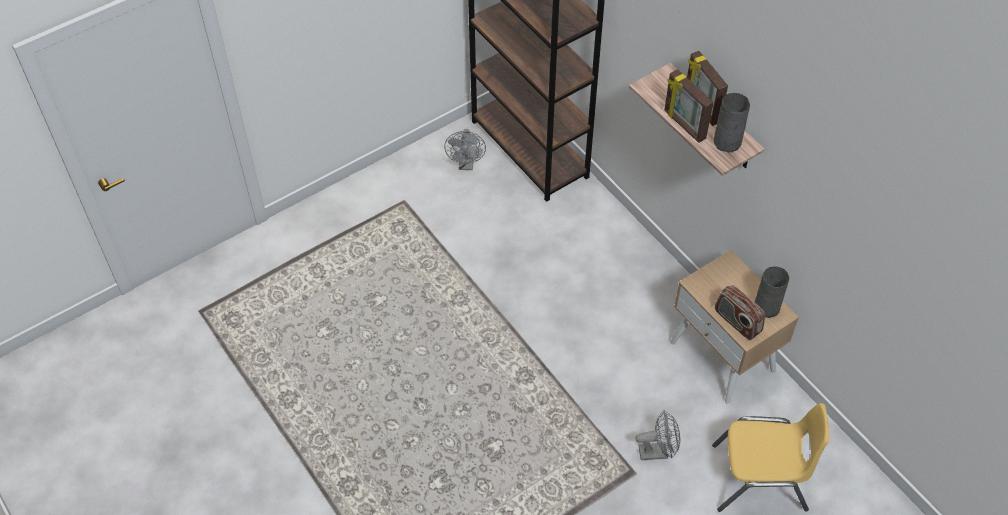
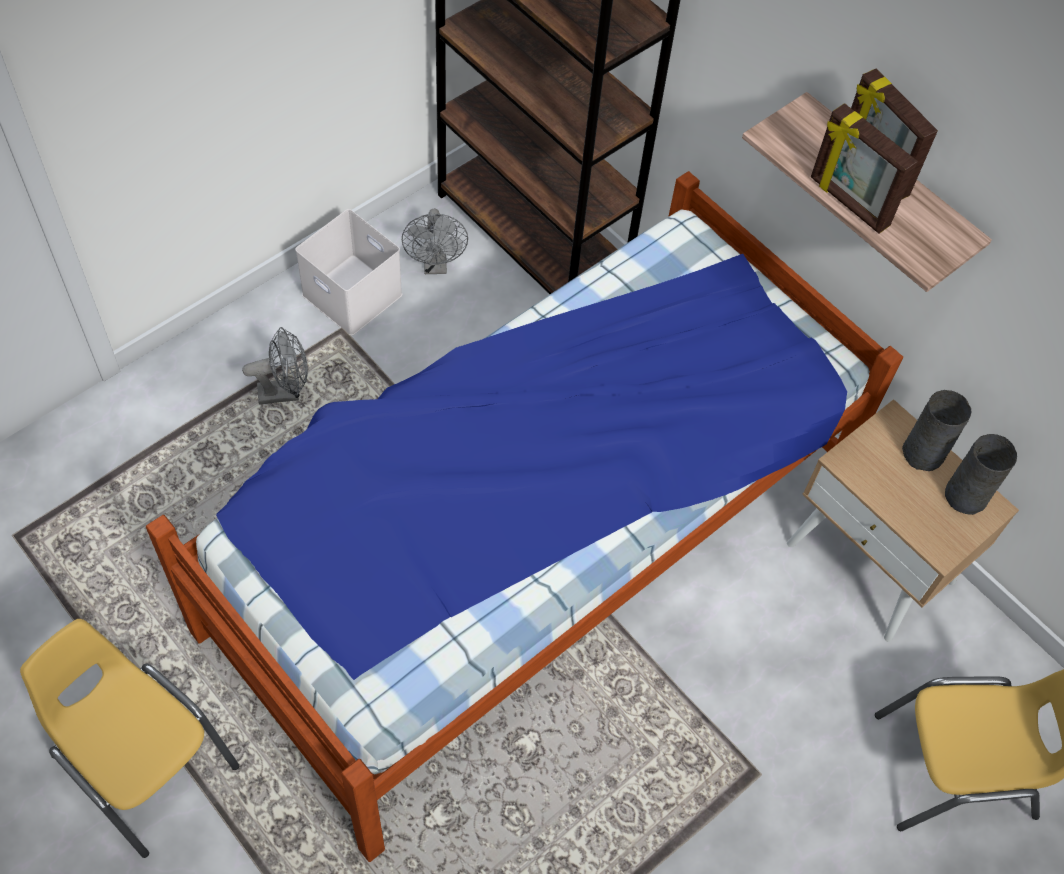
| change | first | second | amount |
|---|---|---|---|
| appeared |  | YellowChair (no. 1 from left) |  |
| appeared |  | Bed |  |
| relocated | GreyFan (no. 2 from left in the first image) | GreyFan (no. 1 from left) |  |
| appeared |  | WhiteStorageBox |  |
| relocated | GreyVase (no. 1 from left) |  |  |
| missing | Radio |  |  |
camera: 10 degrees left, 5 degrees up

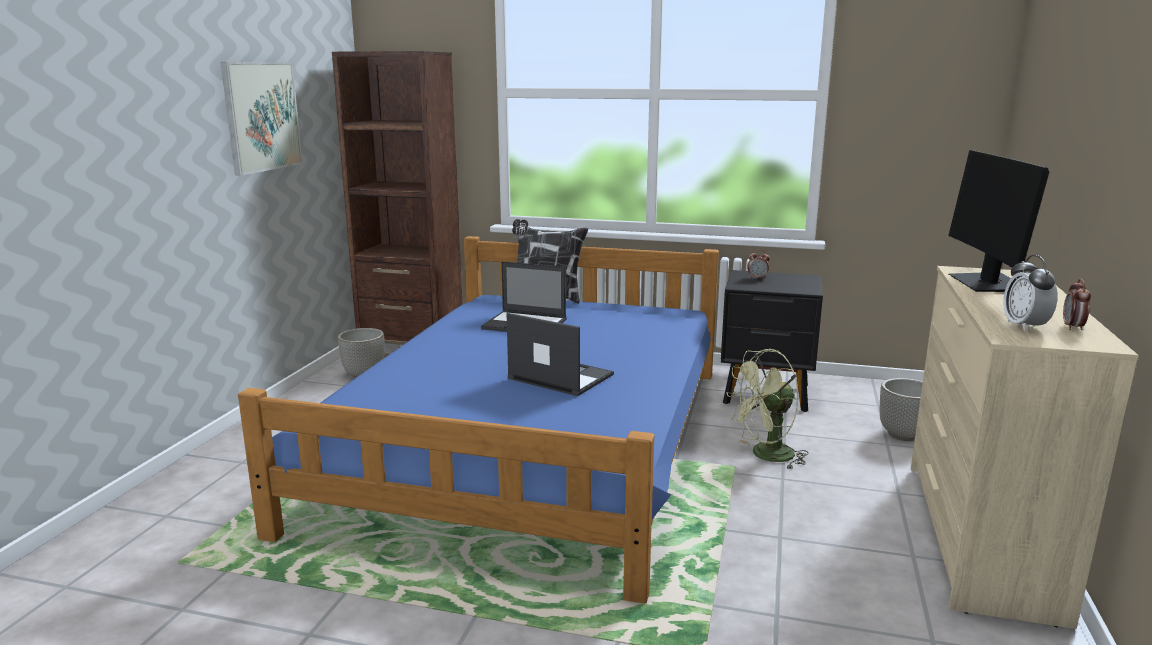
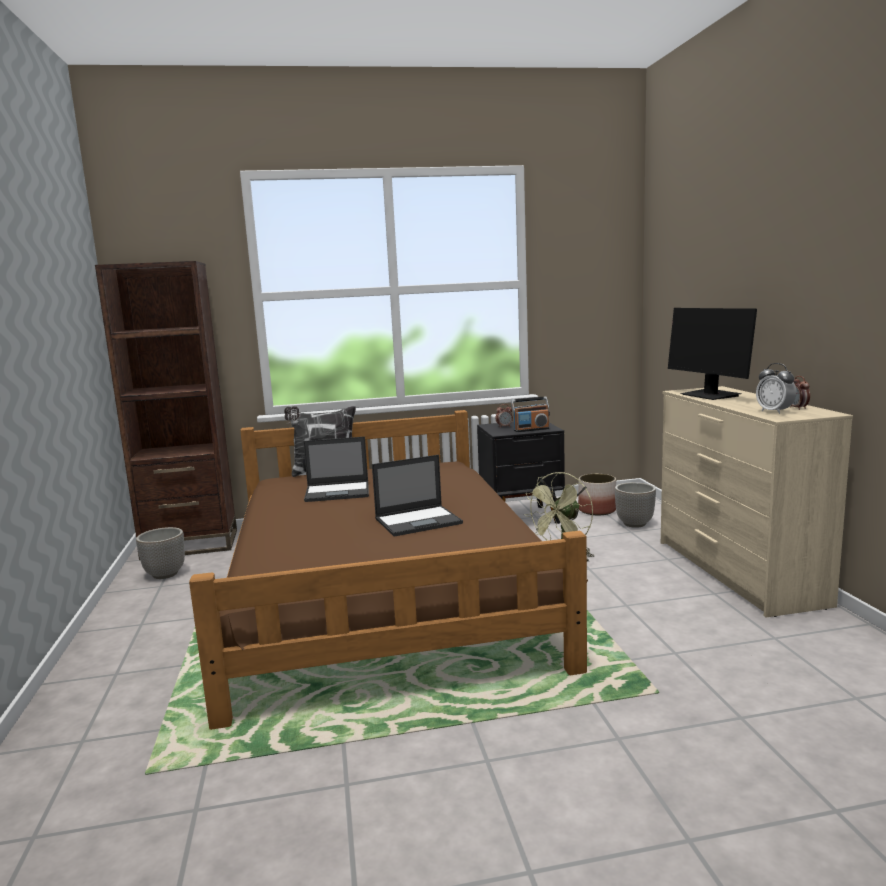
| change | first | second | amount |
|---|---|---|---|
| colour | BlueBed | BrownBed |  |
| spun | Laptop (no. 2 from left) |  | 150 degrees clockwise |
| appeared |  | Radio |  |
| appeared |  | Planter (no. 2 from left) |  |
| missing | Picture |  |  |
camera: 25 degrees left, 5 degrees down

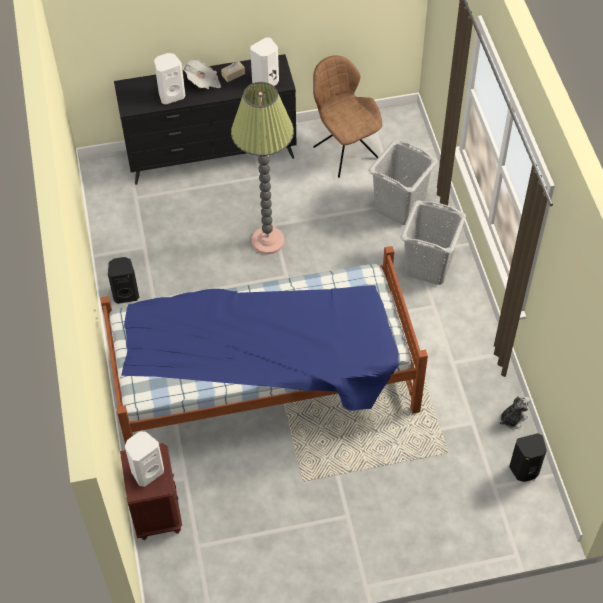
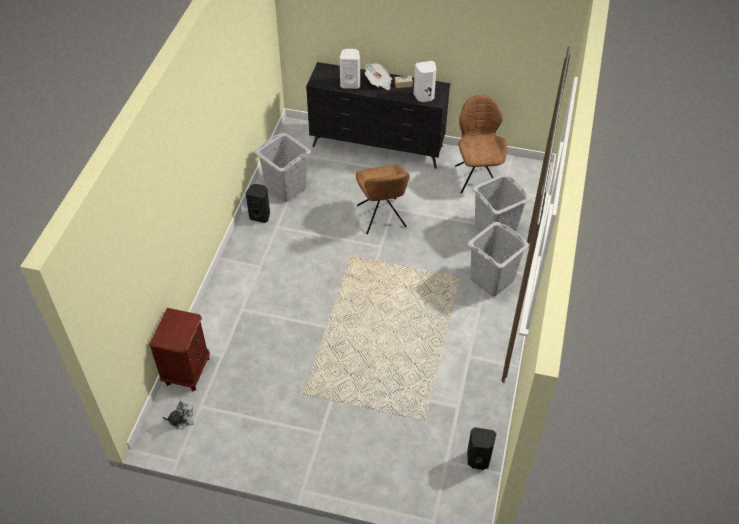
| change | first | second | amount |
|---|---|---|---|
| relocated | PlushToy |  |  |
| appeared |  | GreyLaundryBasket (no. 1 from left) |  |
| exchanged | FloorLamp | BrownChair (no. 1 from left) |  |
| missing | Bed |  |  |
| missing | WhiteSpeaker (no. 1 from left) |  |  |
camera: 25 degrees right, 5 degrees down

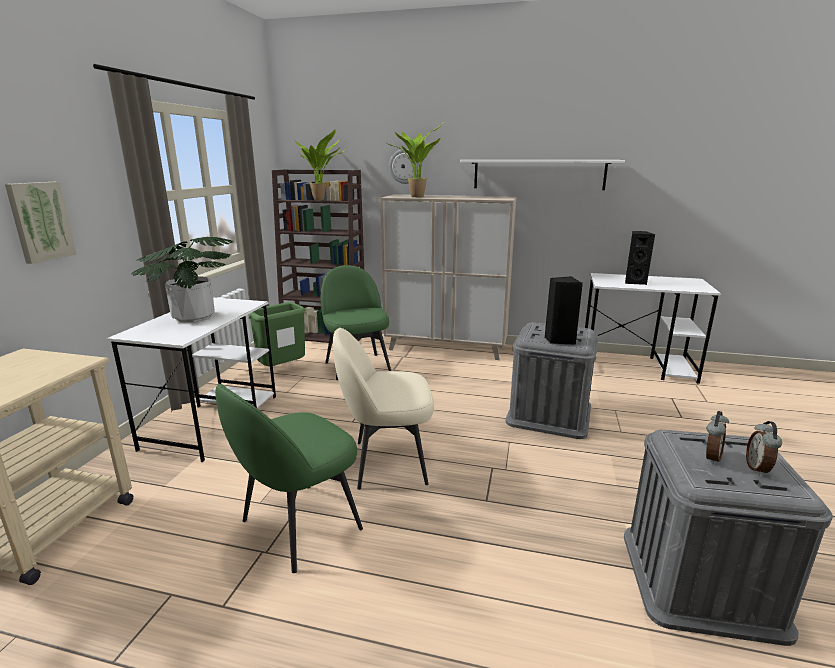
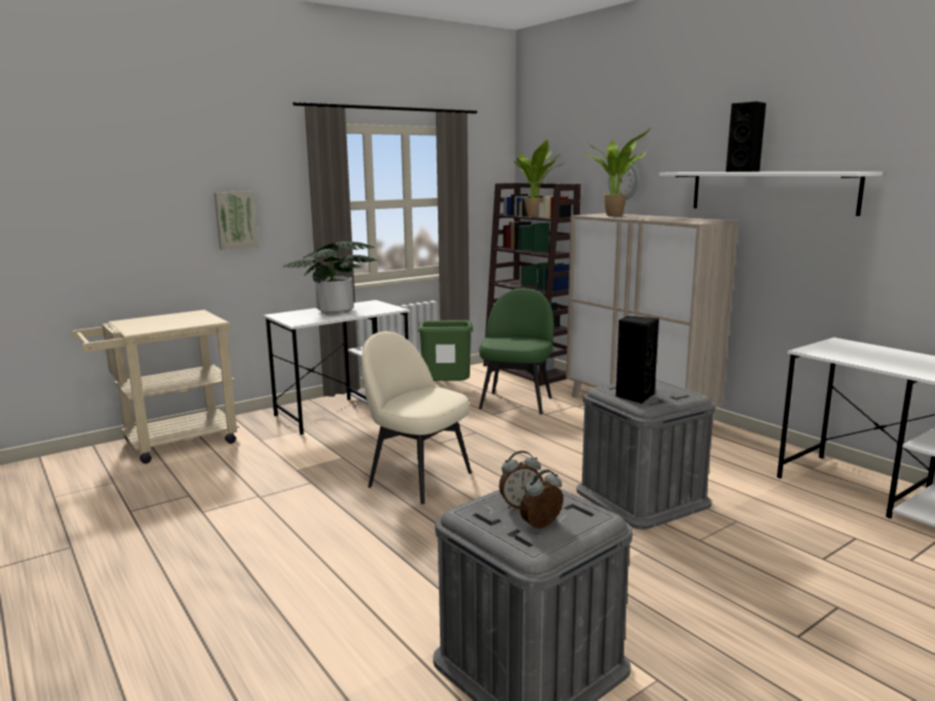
| change | first | second | amount |
|---|---|---|---|
| relocated | BlackSpeaker (no. 2 from left) |  |  |
| missing | GreenChair (no. 1 from left) |  |  |
camera: 40 degrees right, 5 degrees down

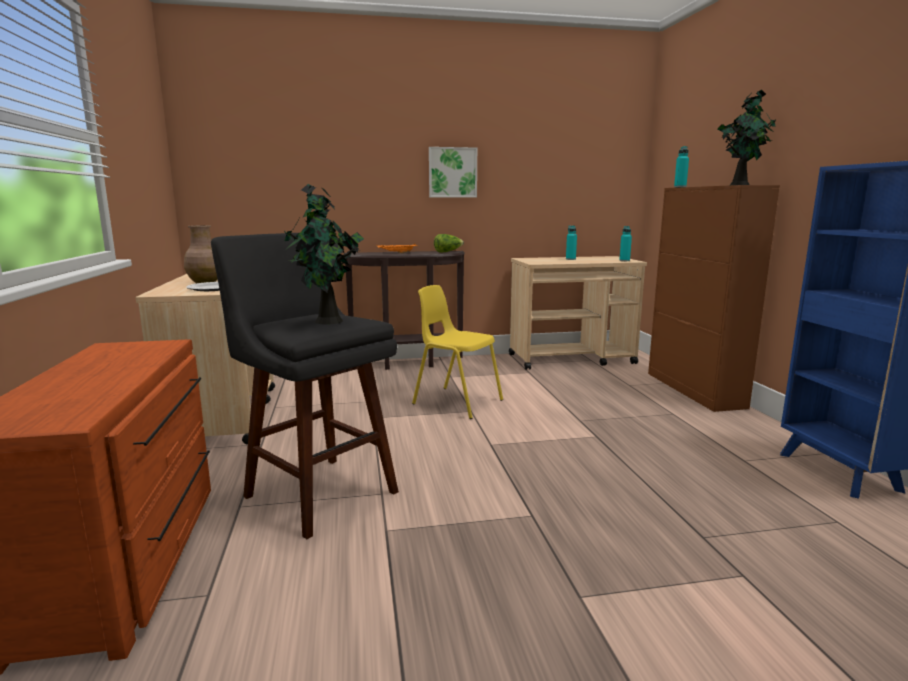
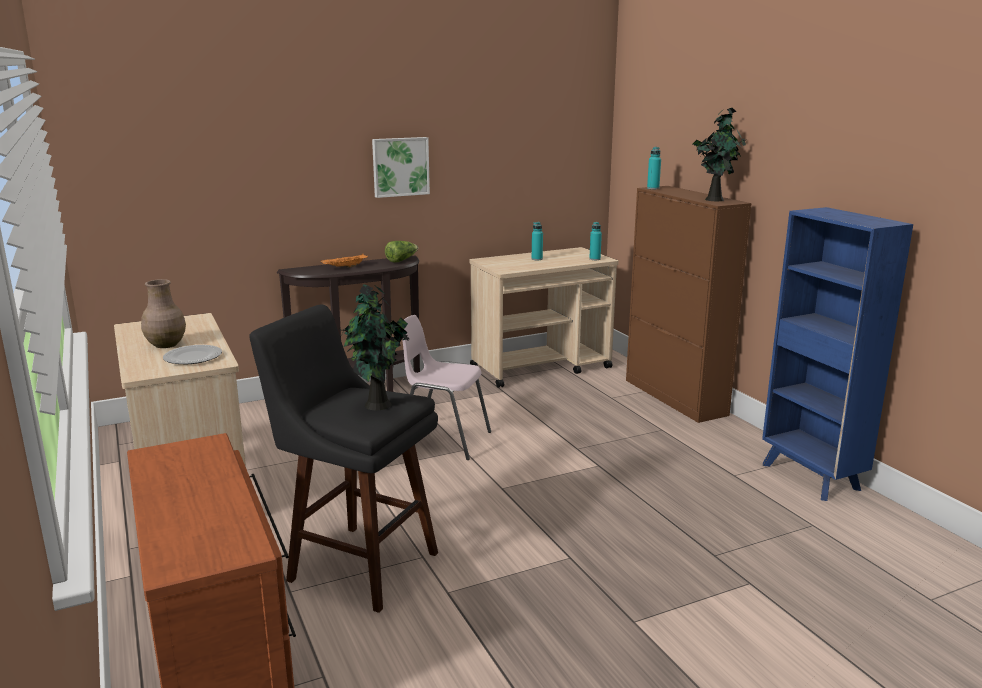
| change | first | second | amount |
|---|---|---|---|
| colour | YellowChair | PinkChair |  |
camera: 15 degrees left, 5 degrees up

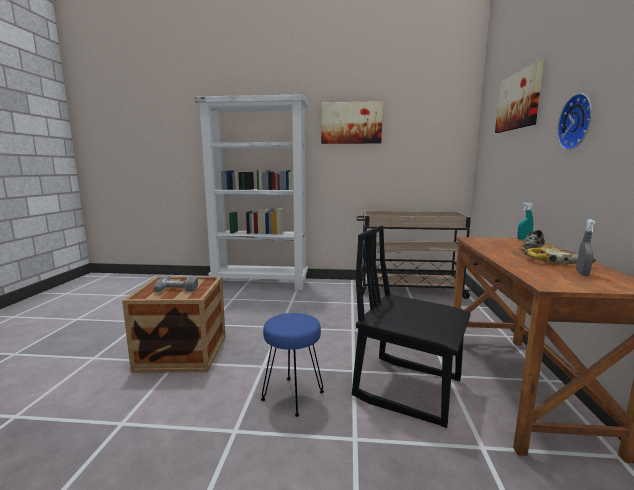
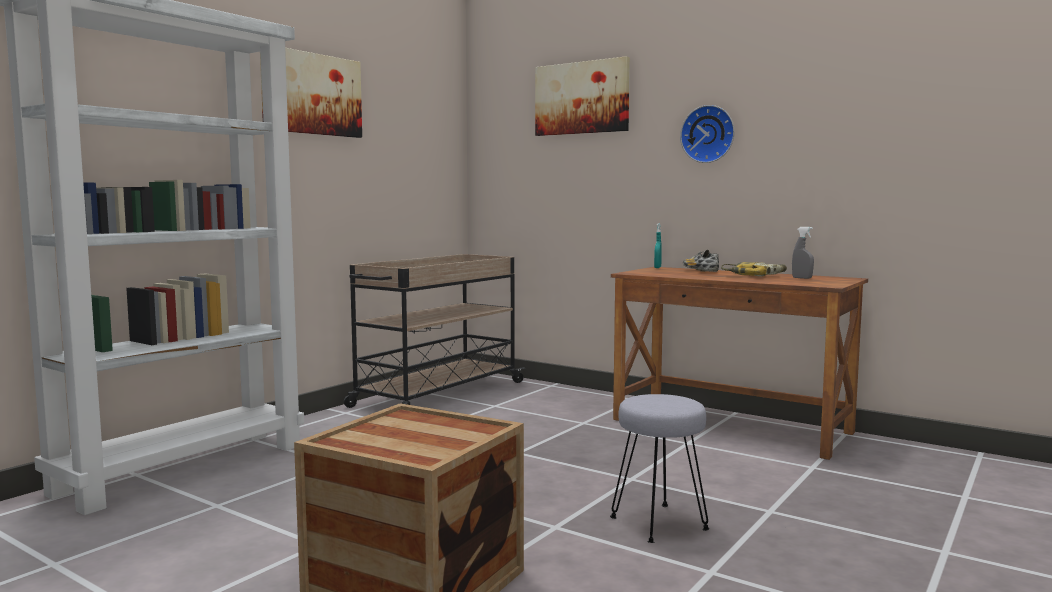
| change | first | second | amount |
|---|---|---|---|
| colour | BlueStool | GreyStool |  |
| missing | PowerDrill (no. 1 from left) |  |  |
| missing | BlackChair |  |  |
camera: 60 degrees left, 5 degrees down

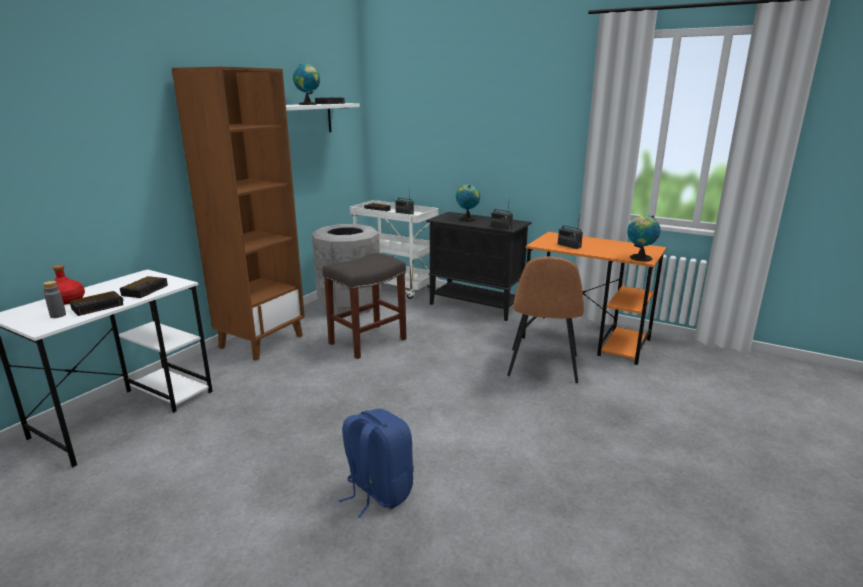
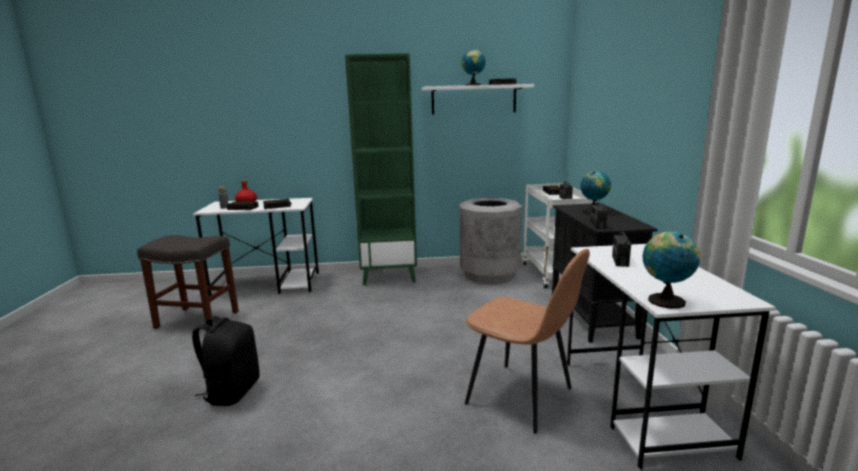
| change | first | second | amount |
|---|---|---|---|
| relocated | GreyStool |  |  |
| colour | BlueBackpack | BlackBackpack |  |
| colour | BrownBookcase | GreenBookcase |  |
| spun | BrownChair |  | 120 degrees counterclockwise |
| colour | OrangeDesk | WhiteDesk (no. 2 from left) |  |
camera: 55 degrees right, 5 degrees down

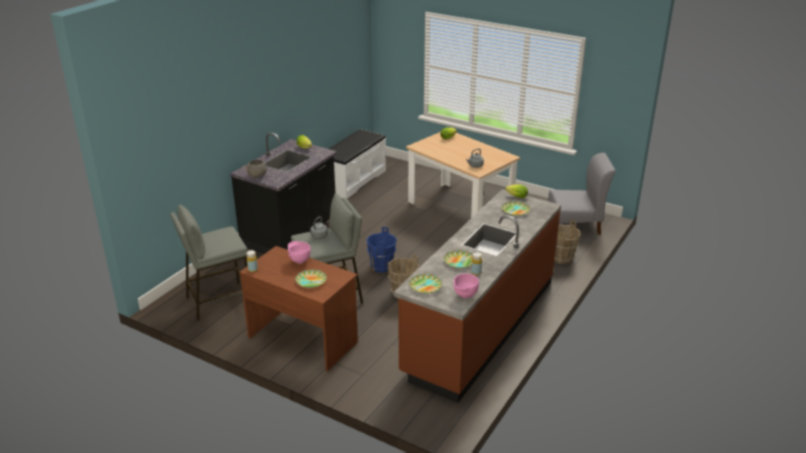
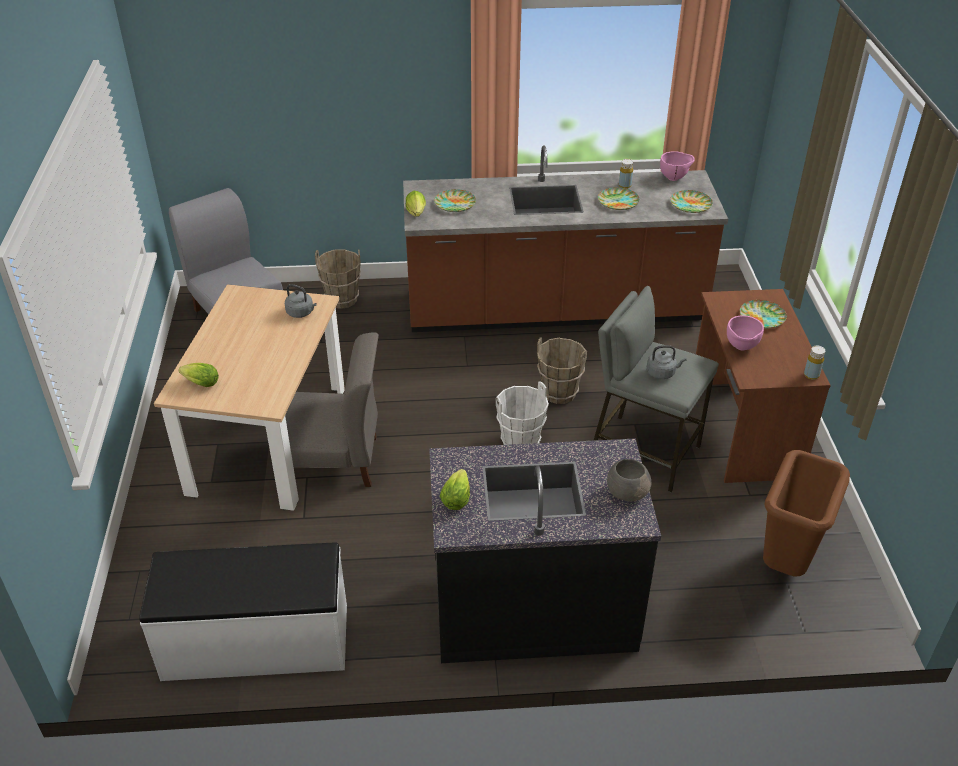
| change | first | second | amount |
|---|---|---|---|
| appeared |  | GreyChair (no. 2 from left) |  |
| colour | BlueBucket | WhiteBucket |  |
| exchanged | GreyStool (no. 1 from left) | BrownTrashCan |  |
camera: 125 degrees left, 10 degrees up

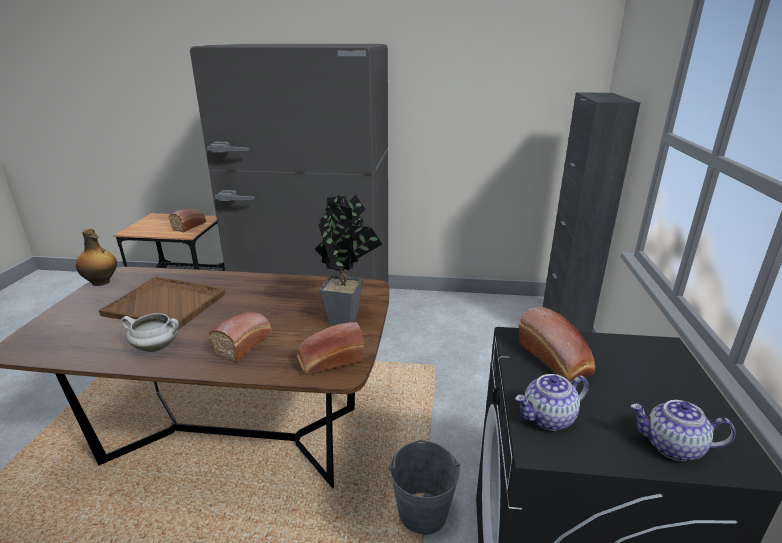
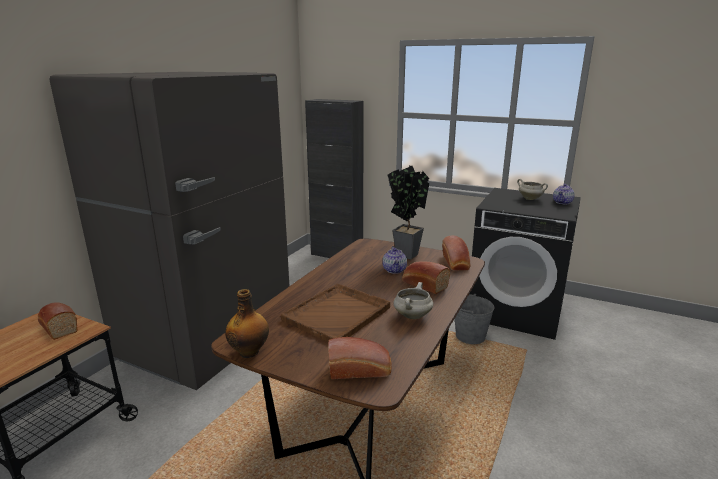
| change | first | second | amount |
|---|---|---|---|
| relocated | Bread (no. 4 from left in the first image) | Bread (no. 2 from left) |  |
| relocated | Teapot (no. 1 from left) |  |  |
| appeared |  | WhiteCookingPot (no. 2 from left) |  |
camera: 70 degrees left, 5 degrees down

